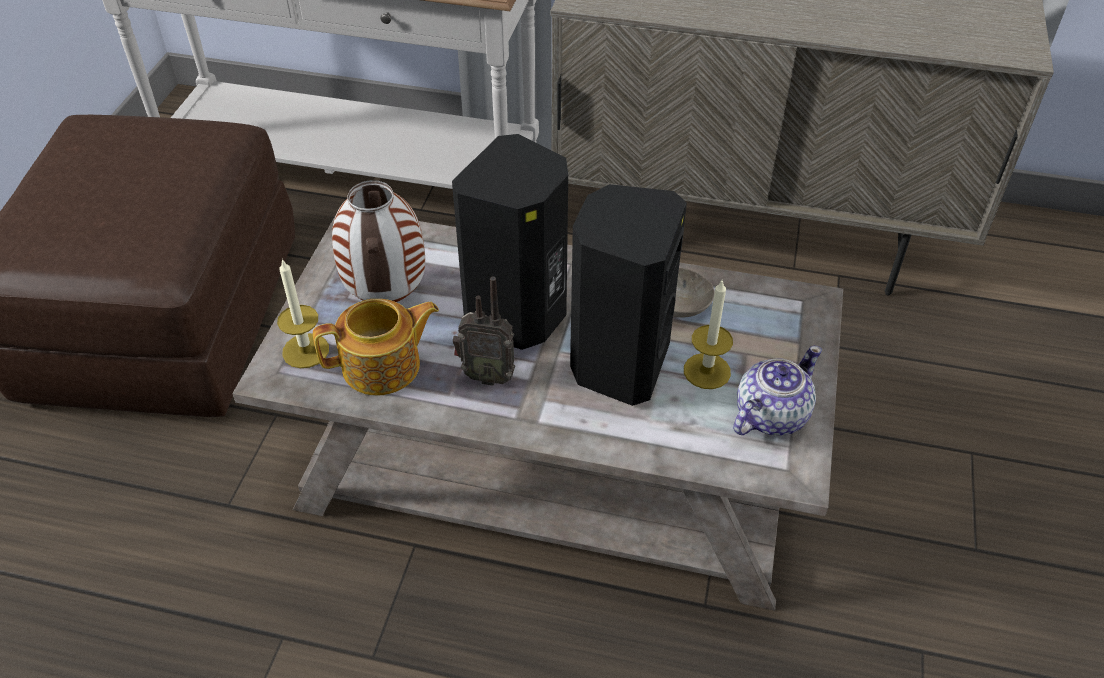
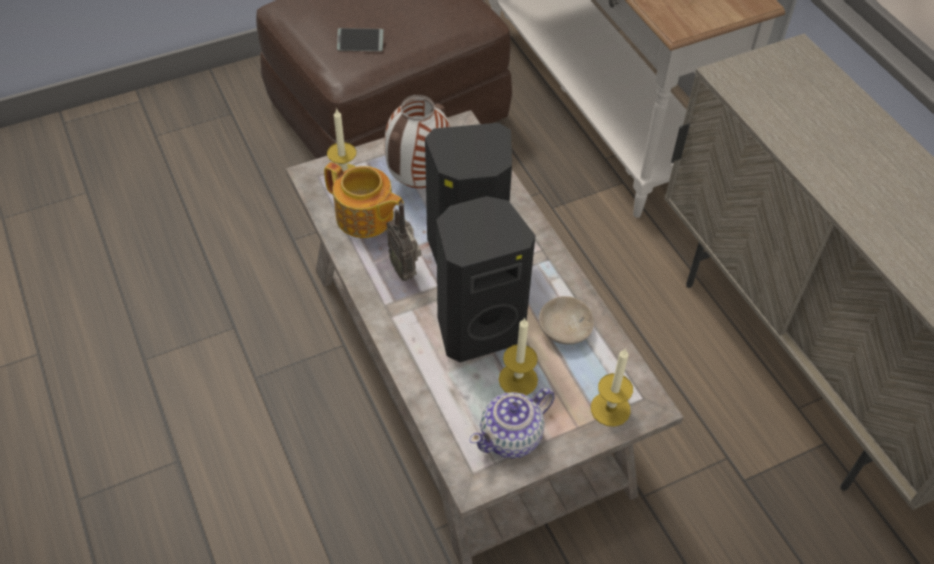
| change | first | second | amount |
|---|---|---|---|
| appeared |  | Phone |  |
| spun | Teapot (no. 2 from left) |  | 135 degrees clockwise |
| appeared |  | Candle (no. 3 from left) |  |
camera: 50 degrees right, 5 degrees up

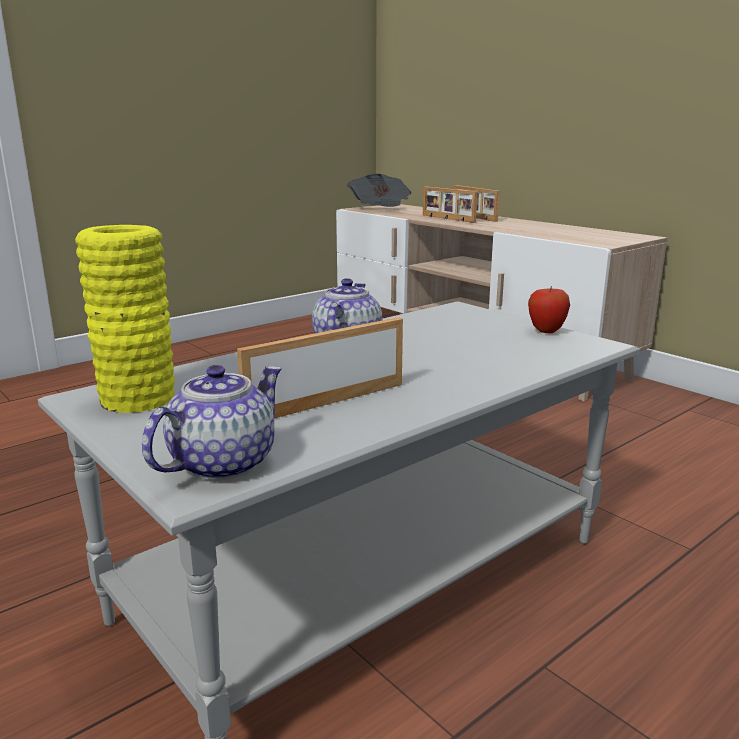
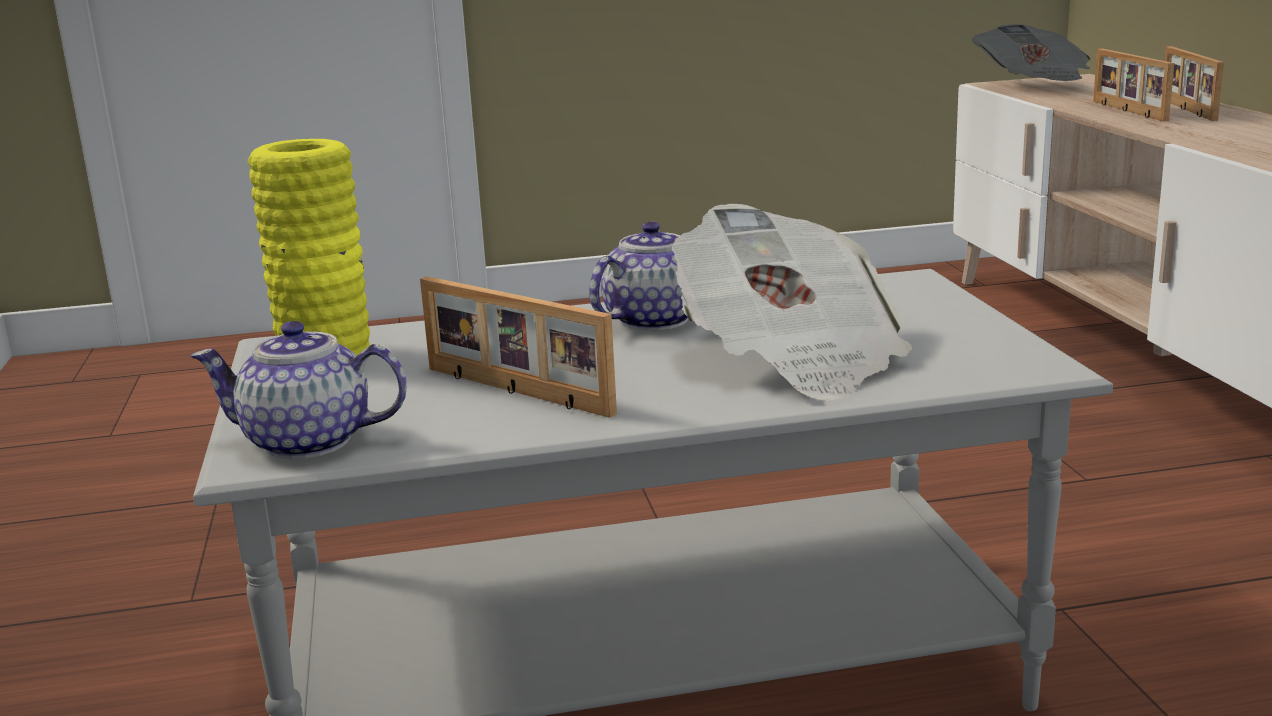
| change | first | second | amount |
|---|---|---|---|
| spun | Teapot (no. 1 from left) |  | 150 degrees counterclockwise |
| spun | PictureFrame (no. 1 from left) |  | 135 degrees counterclockwise |
| appeared |  | Newspaper (no. 1 from left) |  |
| missing | Apple |  |  |
camera: 30 degrees right, 0 degrees up

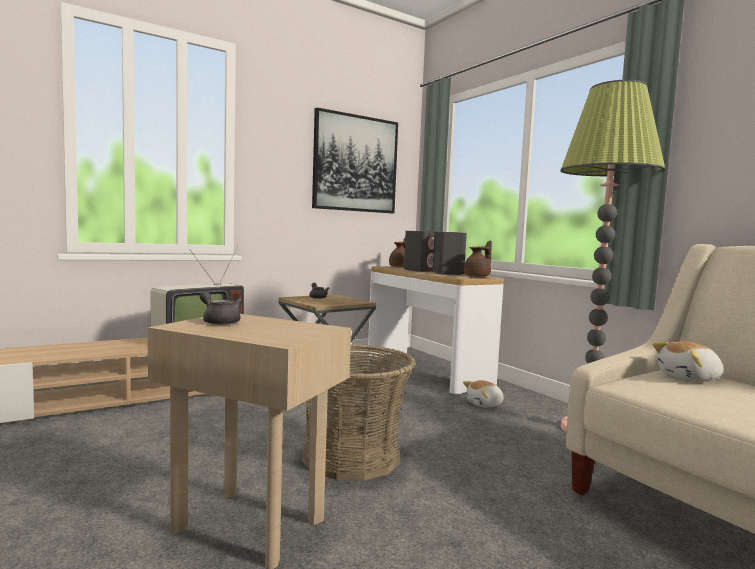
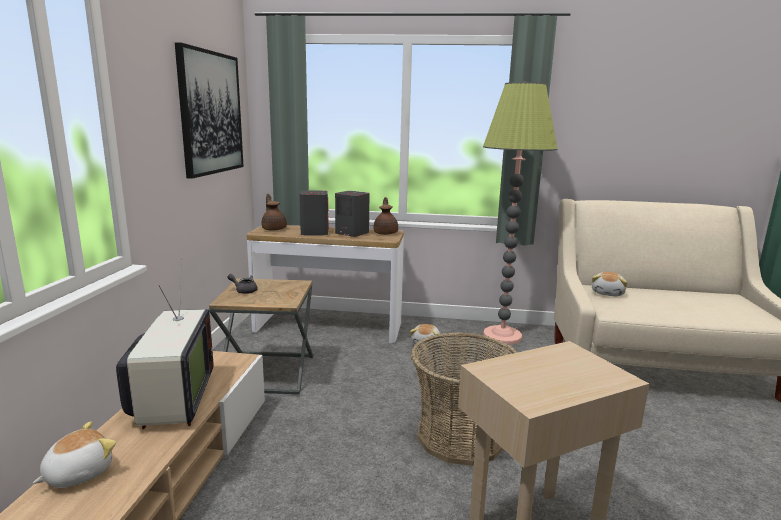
| change | first | second | amount |
|---|---|---|---|
| appeared |  | PlushToy (no. 1 from left) |  |
| missing | GreyTeapot (no. 1 from left) |  |  |
camera: 50 degrees left, 10 degrees up

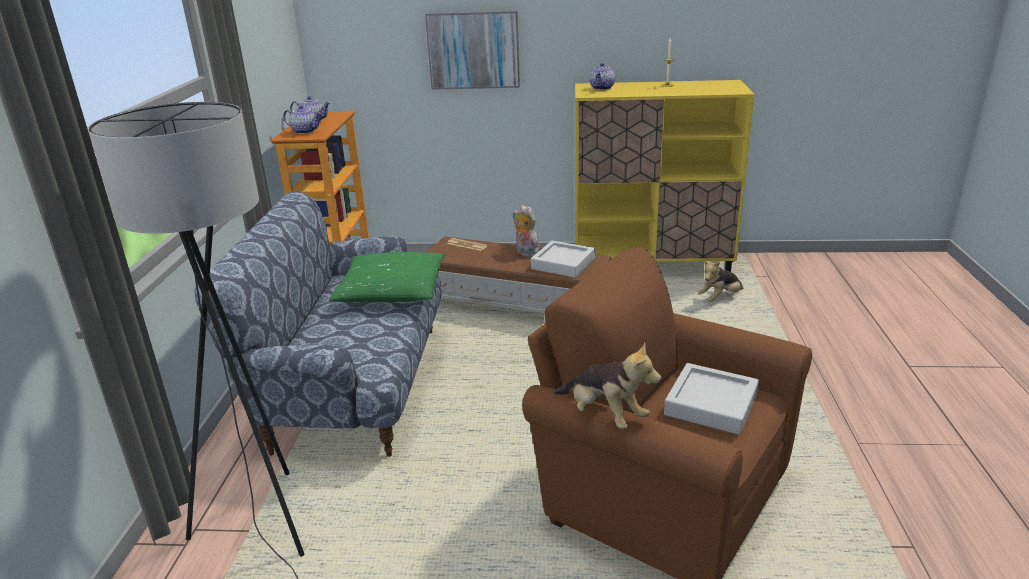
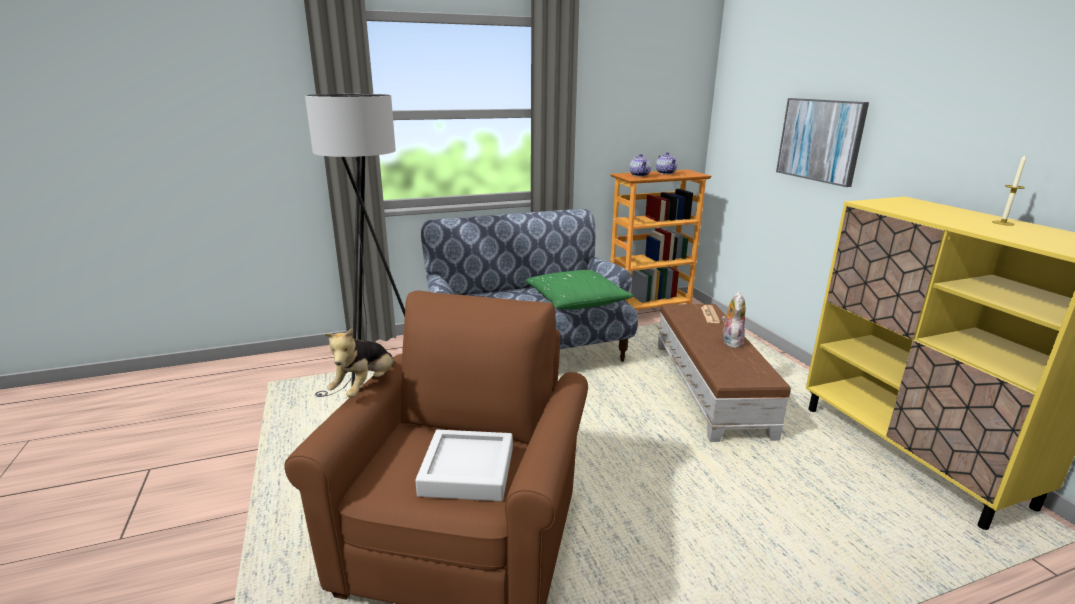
| change | first | second | amount |
|---|---|---|---|
| missing | GreyTray (no. 1 from left) |  |  |
| missing | Teapot (no. 3 from left) |  |  |
| missing | PlushToy (no. 3 from left) |  |  |
camera: 65 degrees right, 5 degrees down

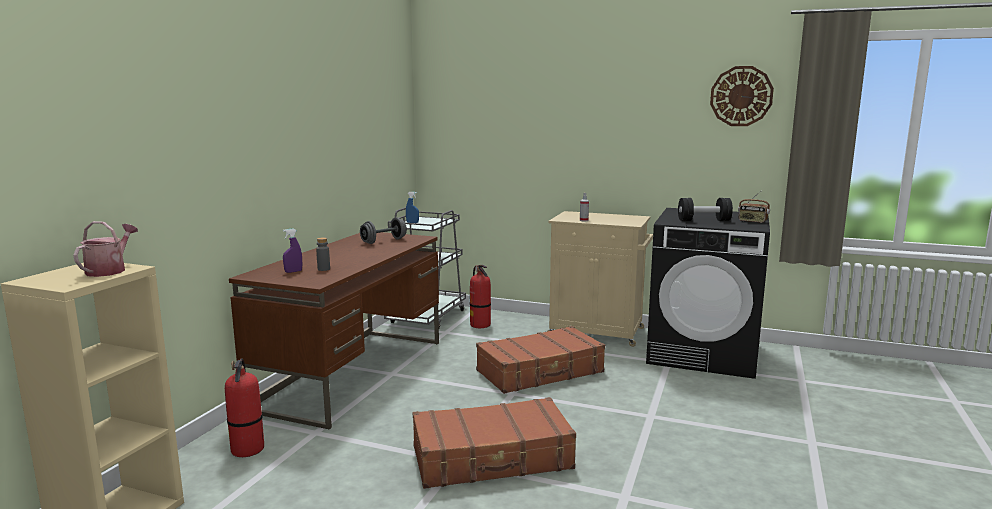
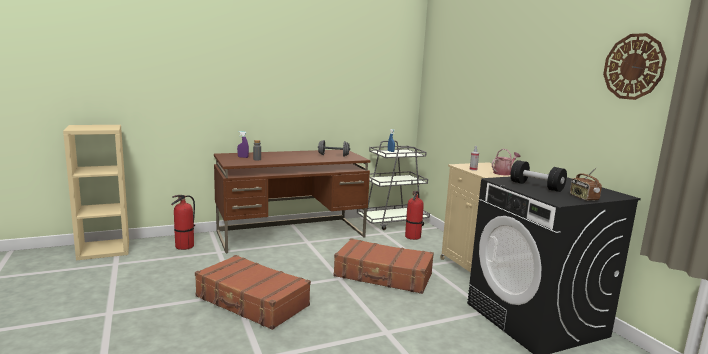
| change | first | second | amount |
|---|---|---|---|
| relocated | WateringCan |  |  |
camera: 45 degrees right, 0 degrees up

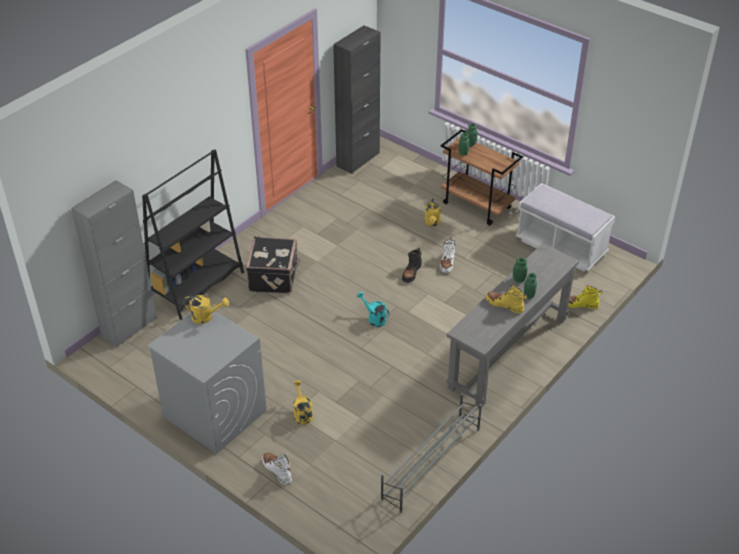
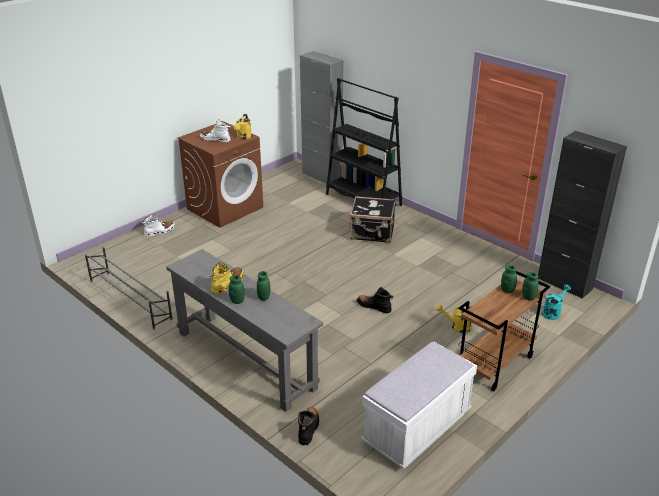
| change | first | second | amount |
|---|---|---|---|
| colour | GreyWashingMachine | BrownWashingMachine |  |
| relocated | WhiteBoot (no. 2 from left) |  |  |
| colour | YellowBoot (no. 2 from left) | BlackBoot (no. 1 from left) |  |
| relocated | TurquoiseWateringCan |  |  |
| missing | YellowWateringCan (no. 2 from left) |  |  |
camera: 95 degrees right, 10 degrees down

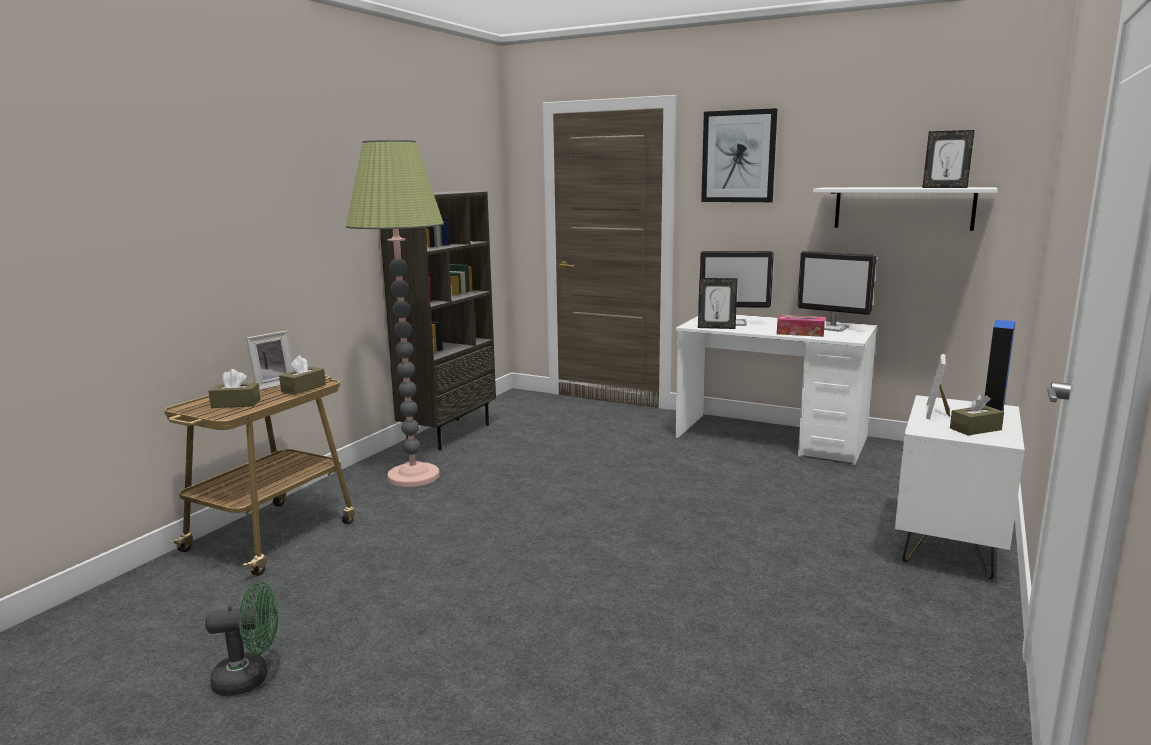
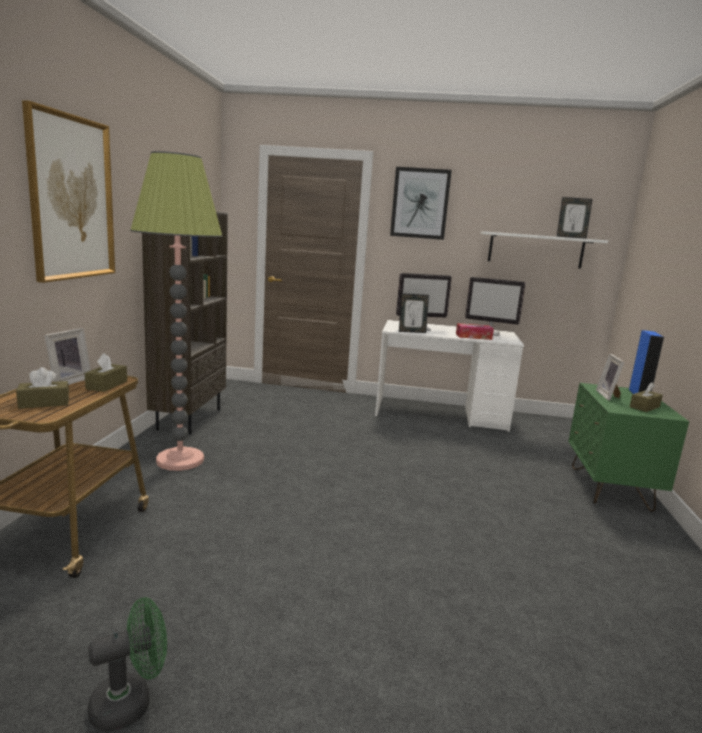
| change | first | second | amount |
|---|---|---|---|
| appeared |  | Picture (no. 1 from left) |  |
| colour | WhiteNightstand | GreenNightstand |  |
camera: 20 degrees left, 0 degrees up

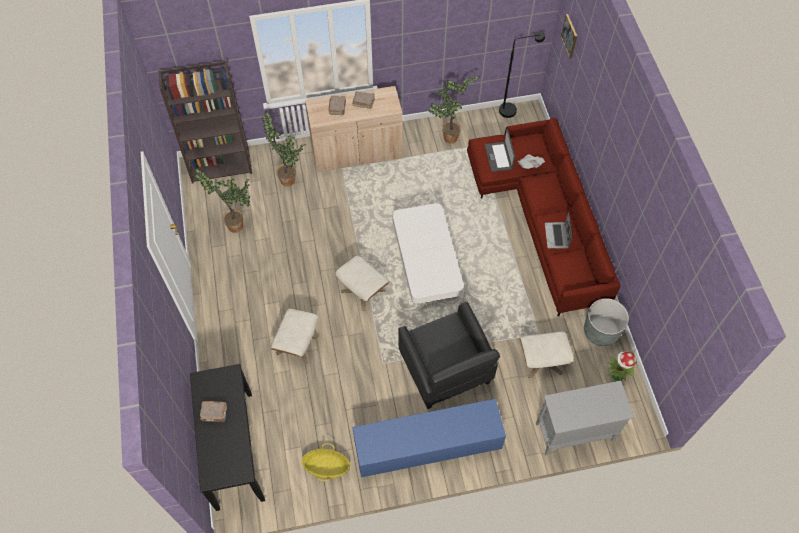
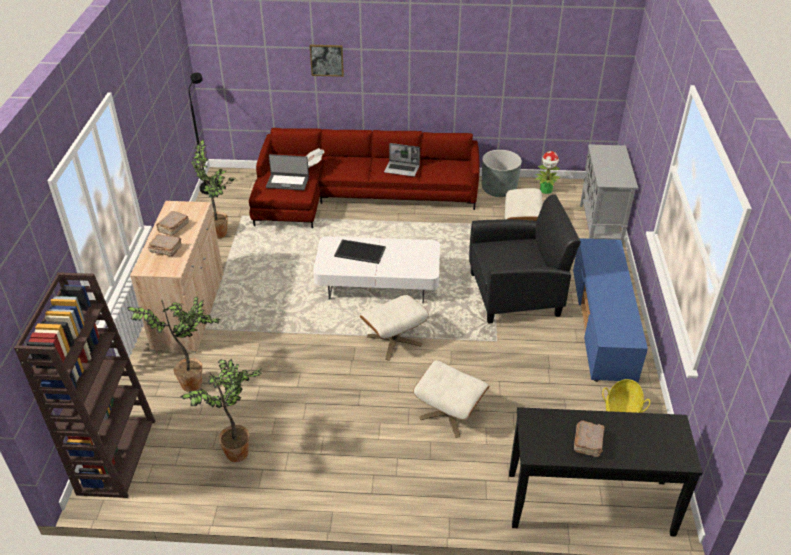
| change | first | second | amount |
|---|---|---|---|
| relocated | Picture |  |  |
| appeared |  | Tray |  |
camera: 75 degrees left, 20 degrees down

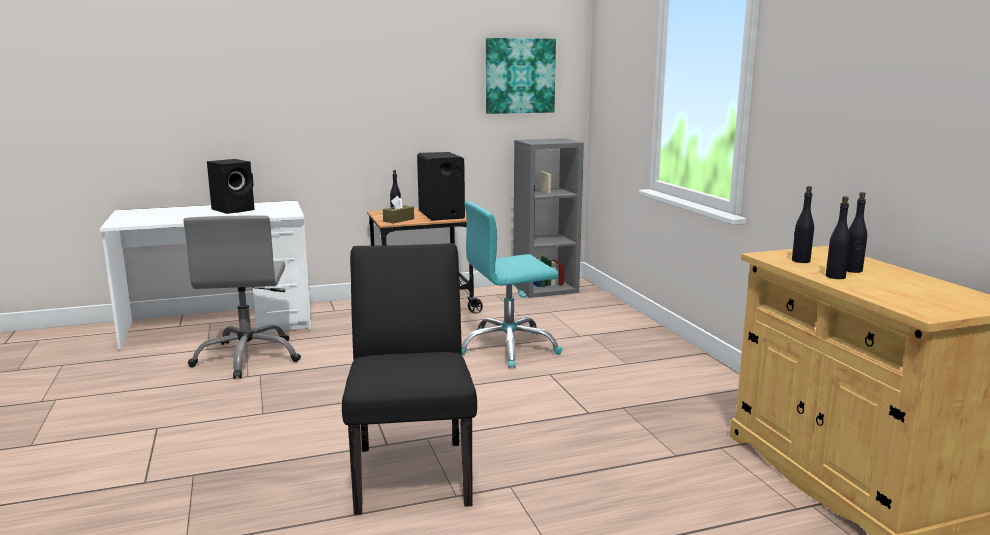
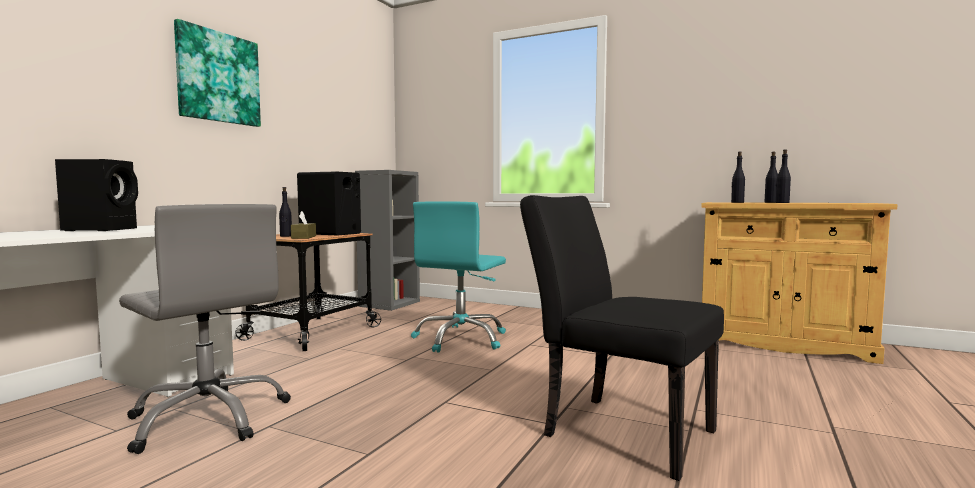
| change | first | second | amount |
|---|---|---|---|
| relocated | Picture |  |  |
camera: 45 degrees left, 10 degrees down

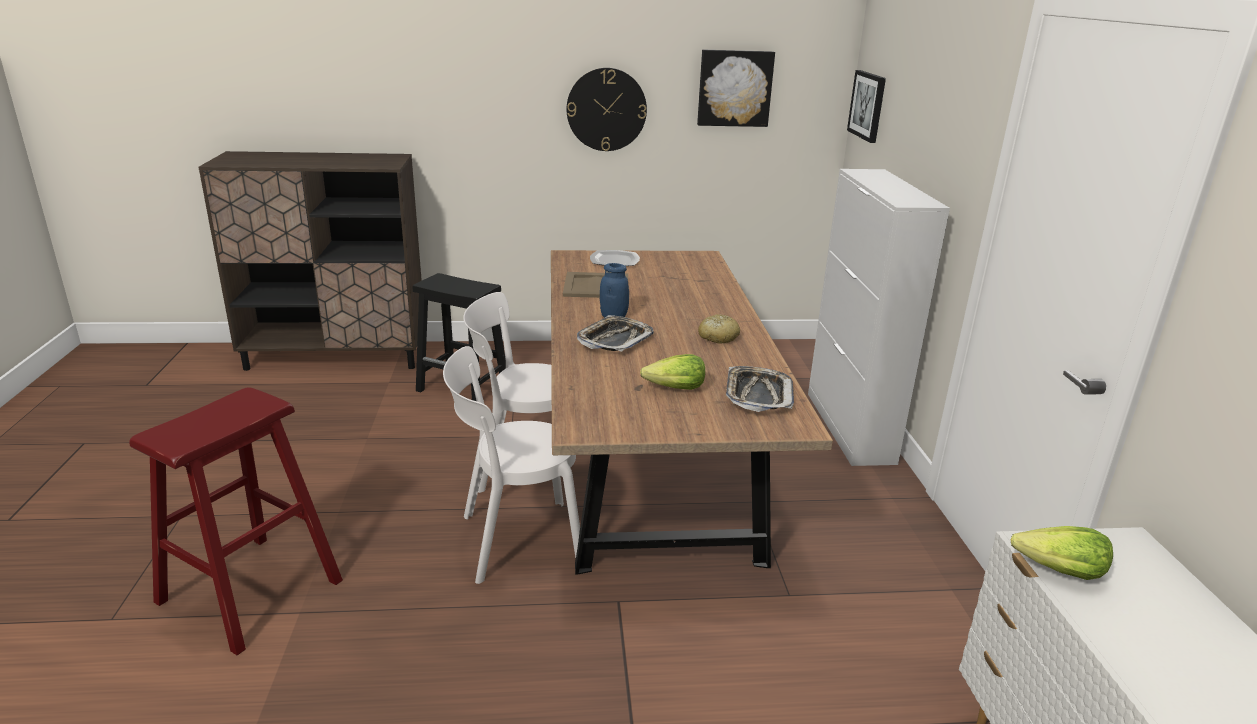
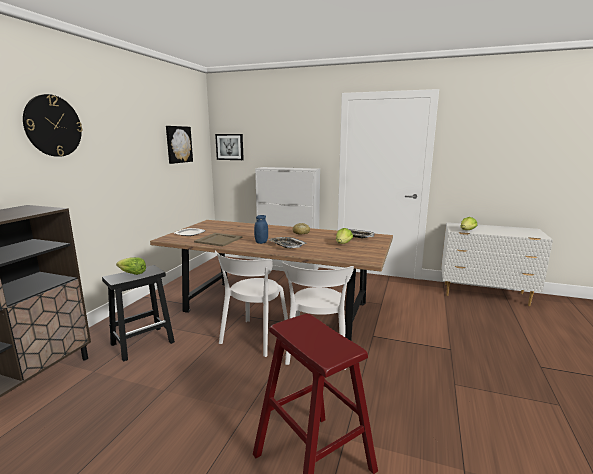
| change | first | second | amount |
|---|---|---|---|
| relocated | WallClock |  |  |
| appeared |  | Lettuce (no. 1 from left) |  |
camera: 65 degrees left, 10 degrees down

